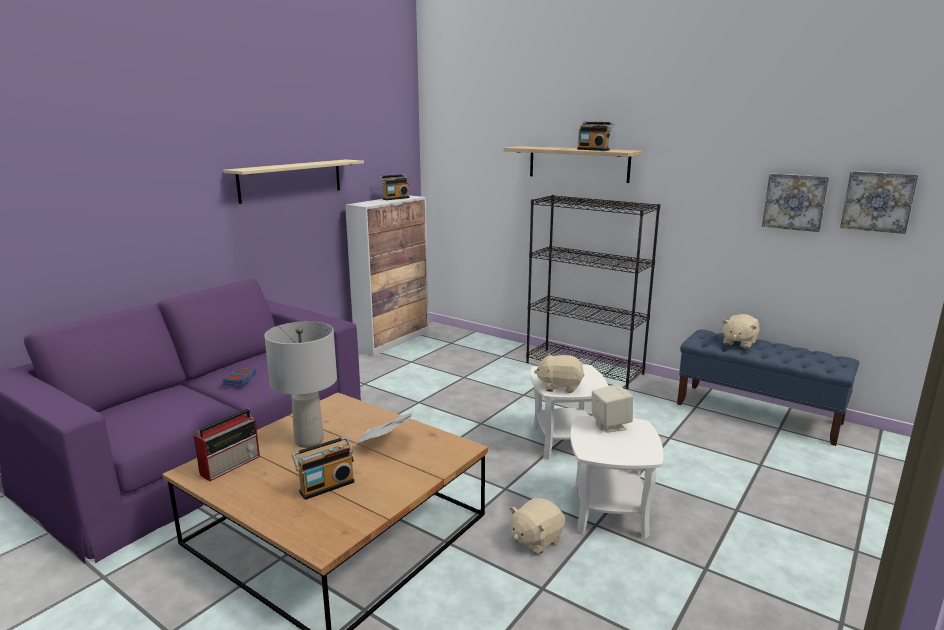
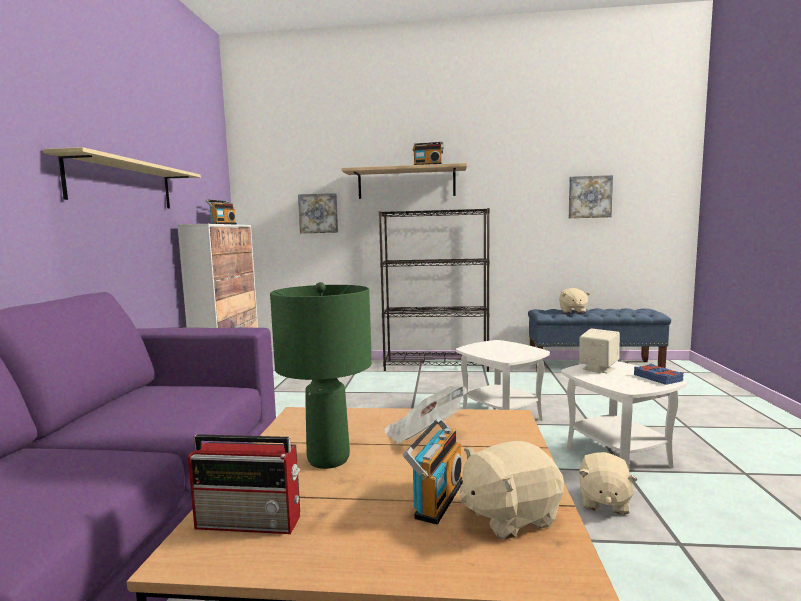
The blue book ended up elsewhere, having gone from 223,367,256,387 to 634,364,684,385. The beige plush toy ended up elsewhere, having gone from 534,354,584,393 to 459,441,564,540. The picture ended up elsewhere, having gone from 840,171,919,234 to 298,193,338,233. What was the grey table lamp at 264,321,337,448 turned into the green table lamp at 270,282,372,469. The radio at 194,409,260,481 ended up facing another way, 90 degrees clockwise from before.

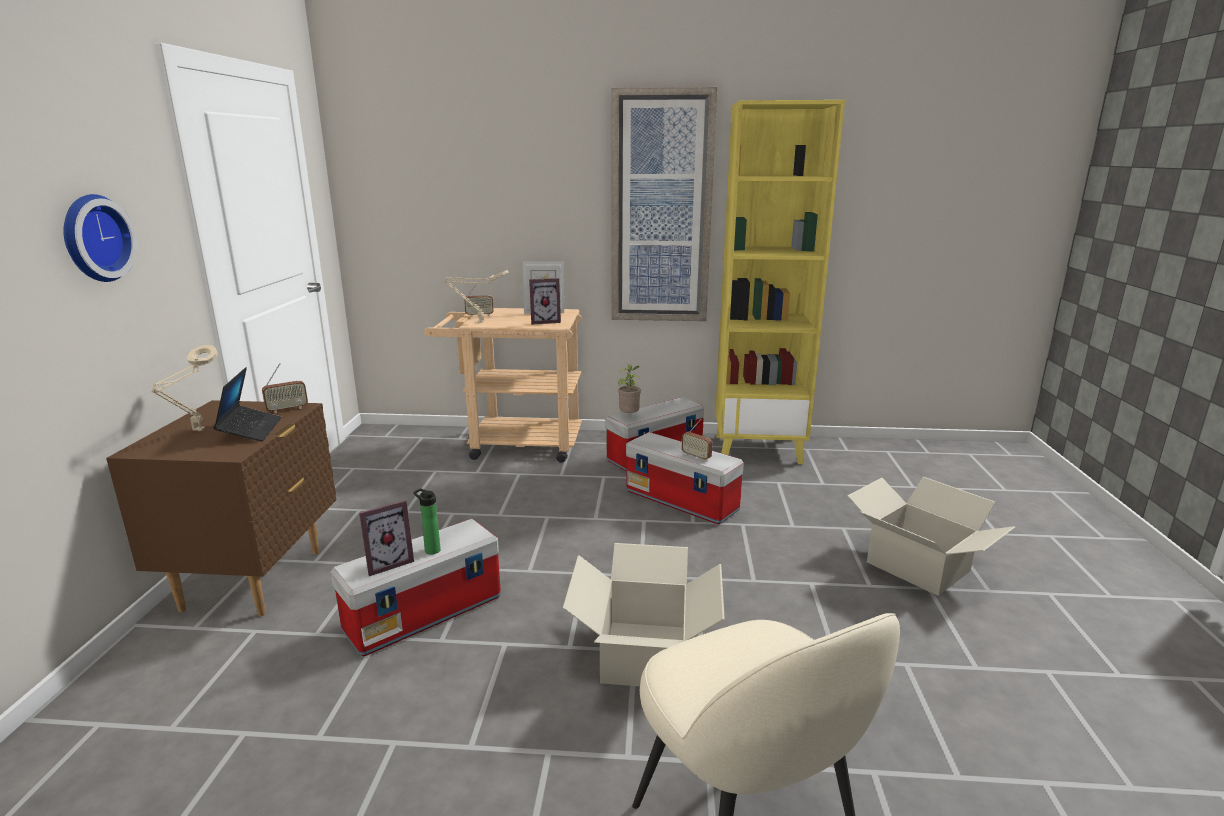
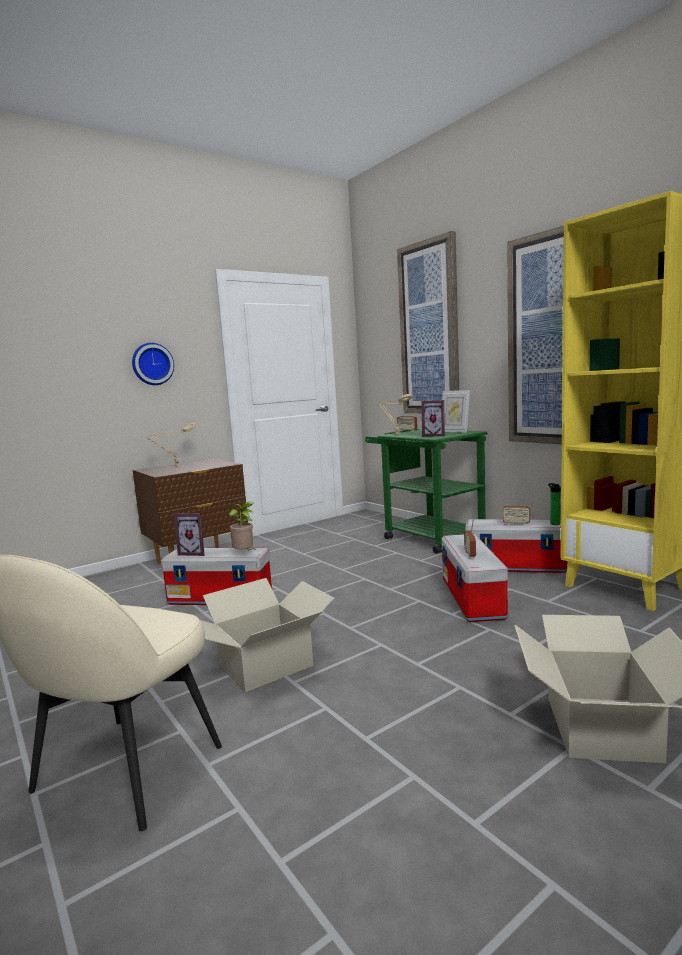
The second view lost the laptop at 213,367,281,441. The second view gained the picture at 397,231,459,413. The radio ended up elsewhere, having gone from 262,363,308,413 to 502,492,530,525. The bottle ended up elsewhere, having gone from 413,488,441,555 to 548,483,561,525. The potted plant ended up elsewhere, having gone from 618,364,641,413 to 229,502,254,550. What was the beige cart at 424,308,582,463 turned into the green cart at 365,429,488,554.

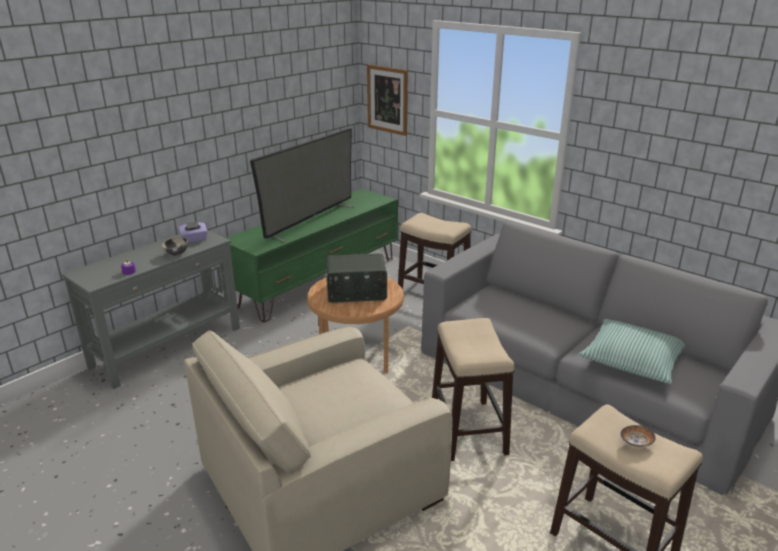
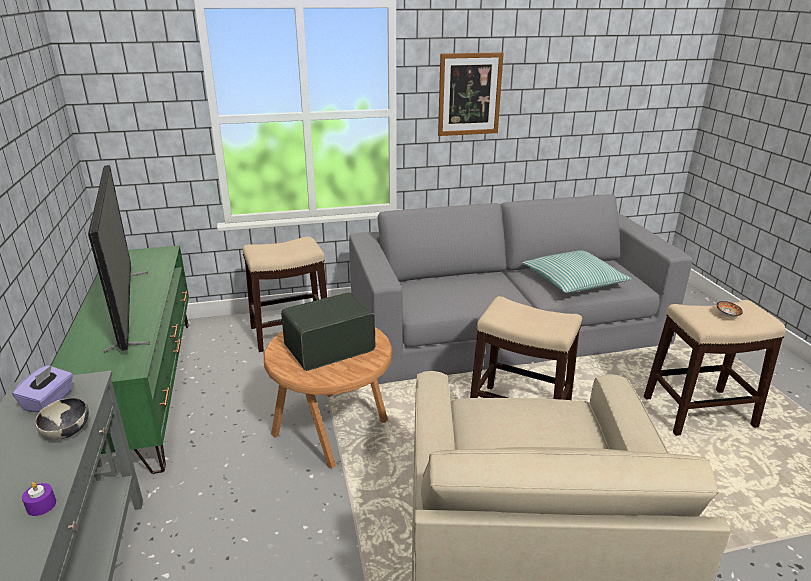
The picture ended up elsewhere, having gone from 367,64,408,136 to 438,52,504,136. The radio at 326,253,387,303 ended up facing another way, 150 degrees counterclockwise from before.

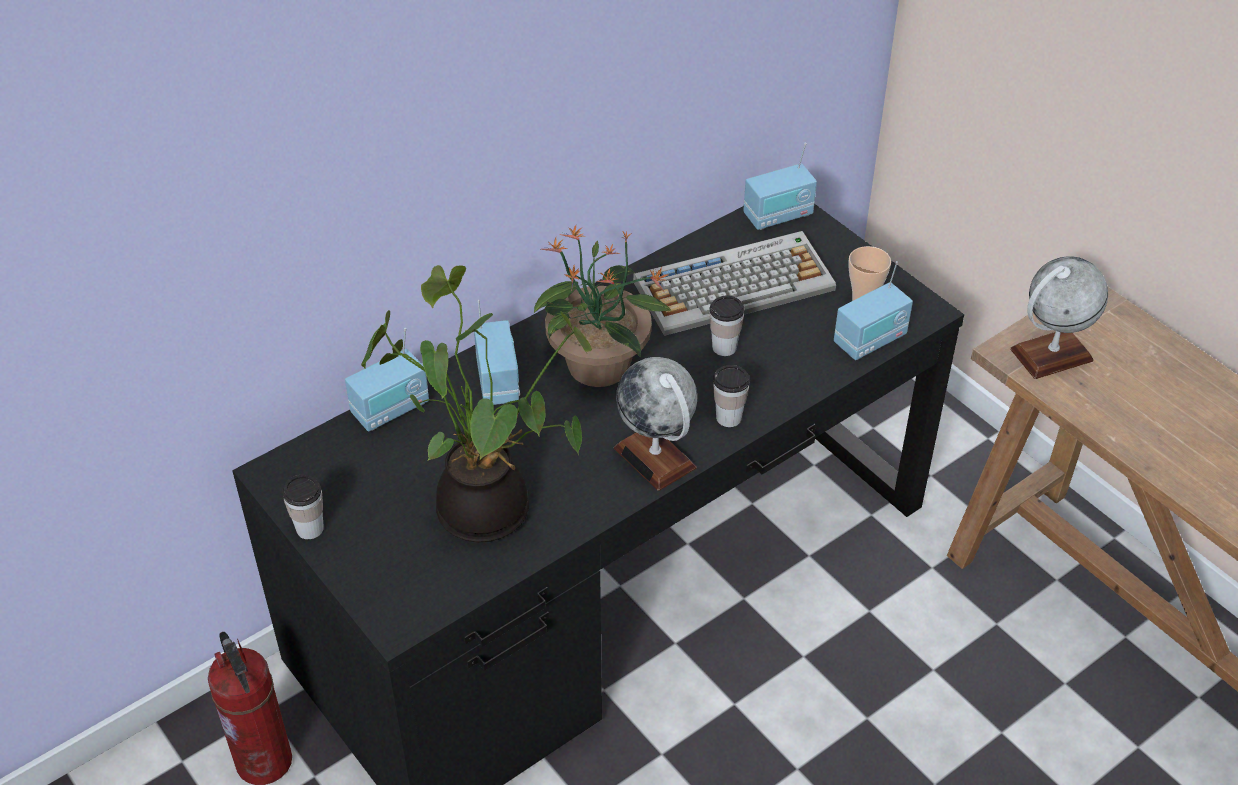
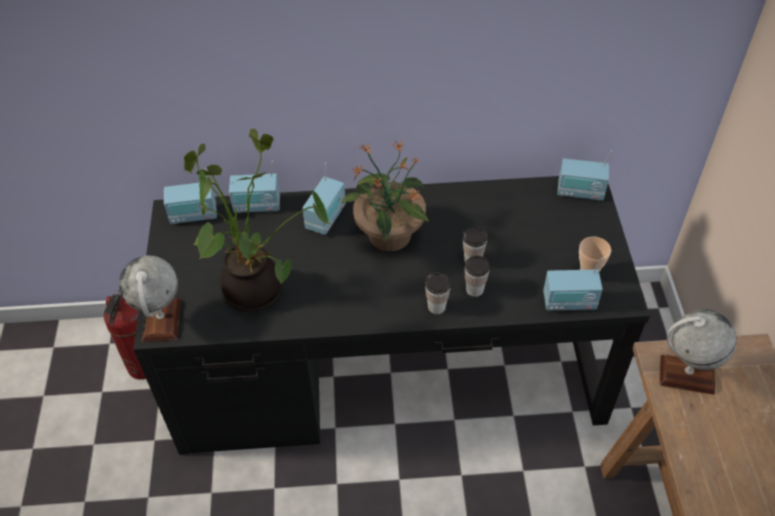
The second view lost the keyboard at 633,231,836,336. The second view gained the radio at 164,168,217,224. The cup ended up elsewhere, having gone from 282,475,324,539 to 464,255,490,297. The globe ended up elsewhere, having gone from 614,357,697,491 to 119,256,181,342.

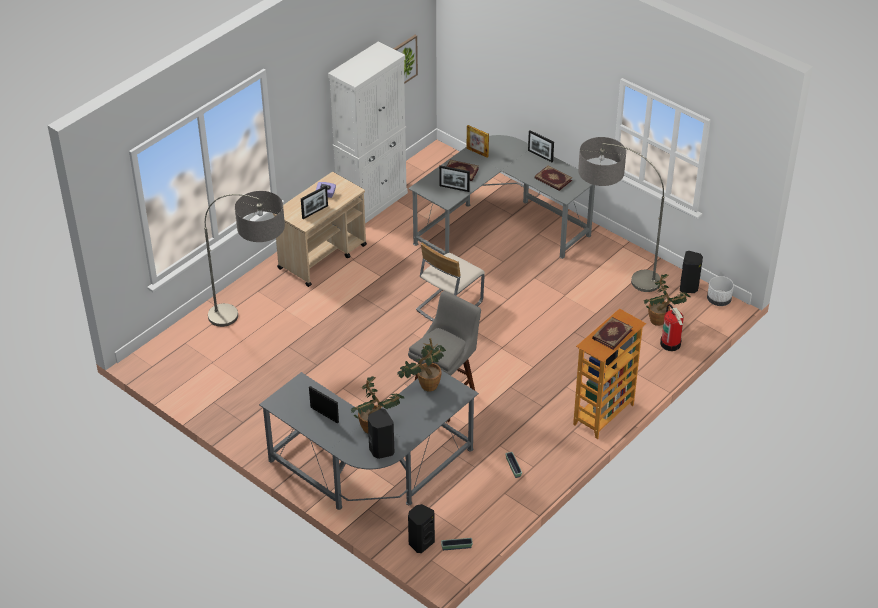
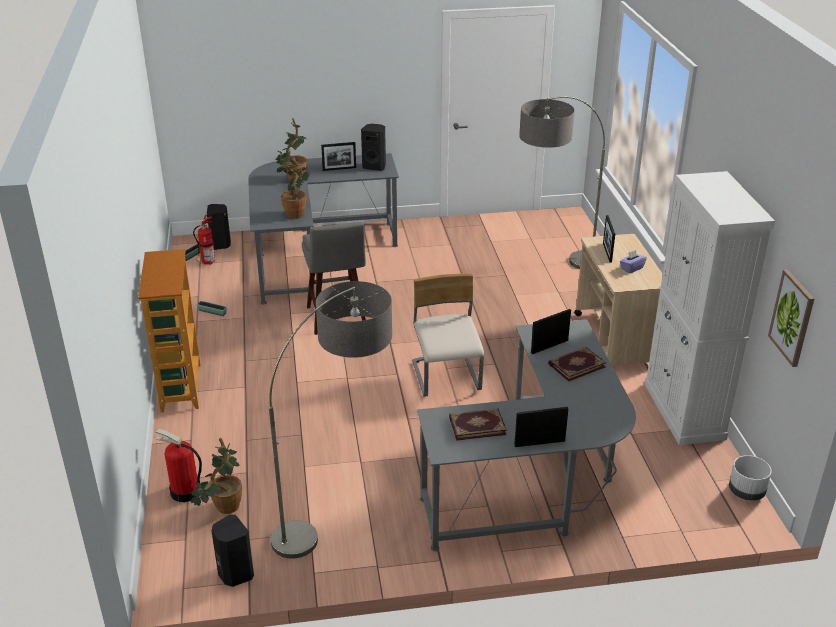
The second view lost the picture frame at 467,125,489,158. The second view lost the book at 592,317,633,350. The second view gained the fire extinguisher at 193,215,215,265. The black speaker ended up elsewhere, having gone from 368,408,394,459 to 361,124,386,171. The white planter ended up elsewhere, having gone from 707,276,734,306 to 729,455,772,501.

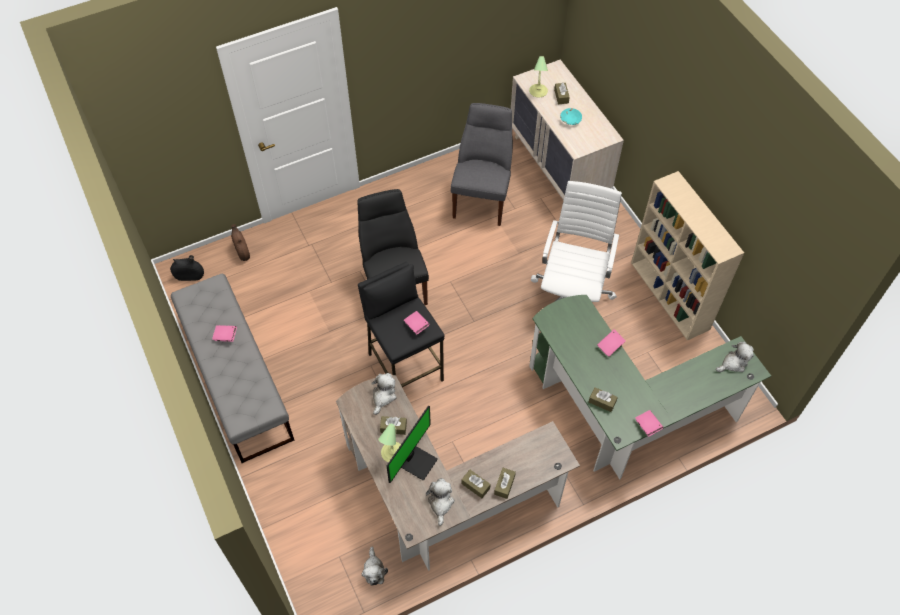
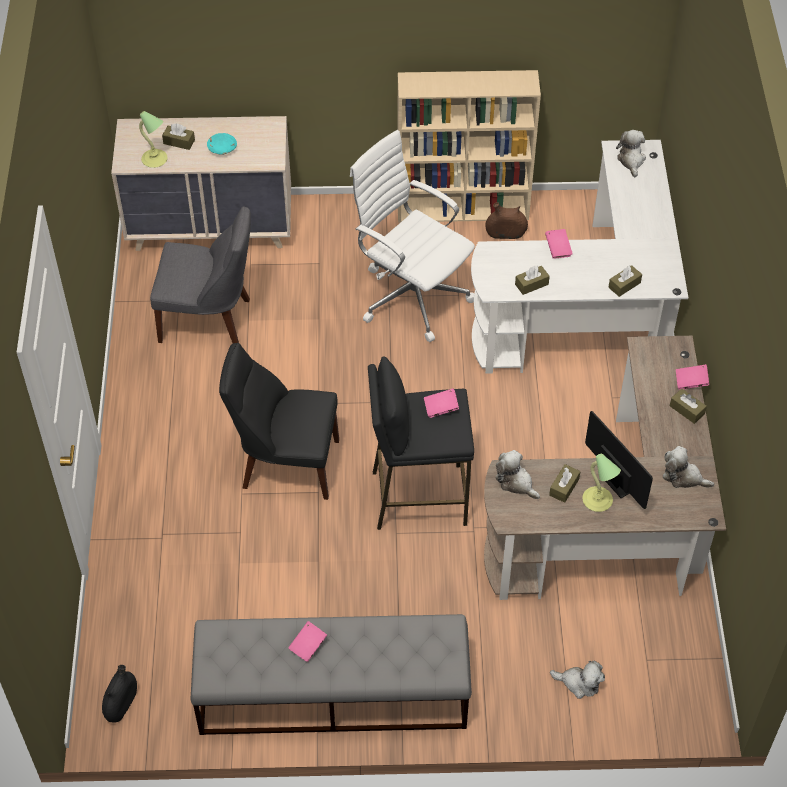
The brown vase ended up elsewhere, having gone from 231,224,250,261 to 486,202,528,239. The plush toy ended up elsewhere, having gone from 362,546,388,586 to 550,661,605,699. The brown tissue box ended up elsewhere, having gone from 461,470,491,498 to 515,265,550,295. The pink book ended up elsewhere, having gone from 635,410,663,436 to 676,364,709,390. What was the green desk at 529,295,771,479 turned into the white desk at 471,140,688,374. The grey chair at 451,103,513,226 ended up facing another way, 150 degrees clockwise from before.

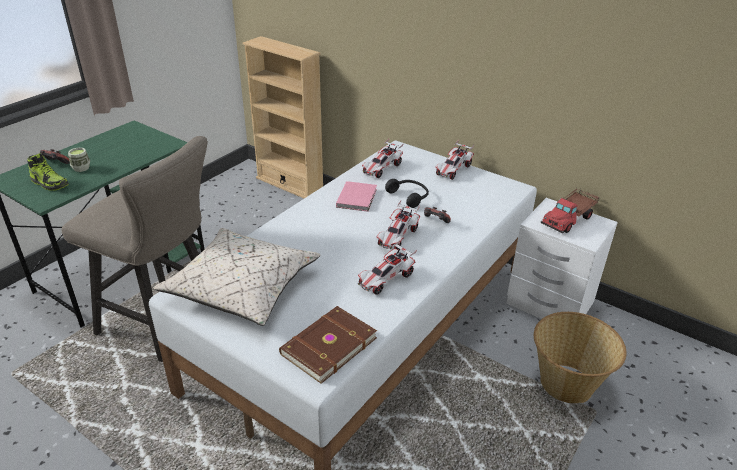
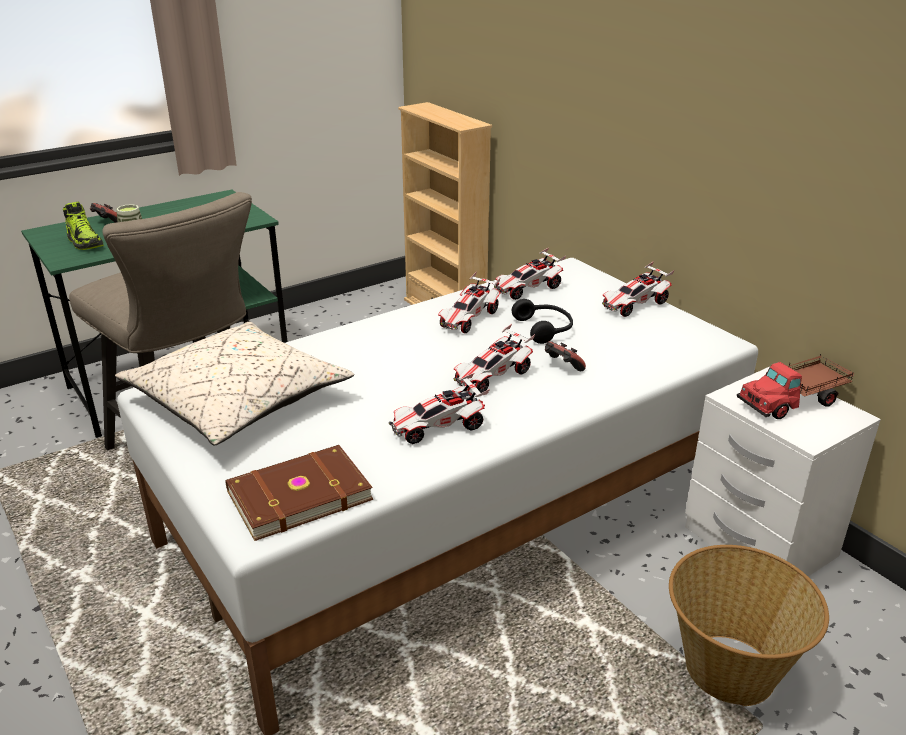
Where the pink book stood at 336,181,377,212, the toy car came to stand at 438,272,501,333.

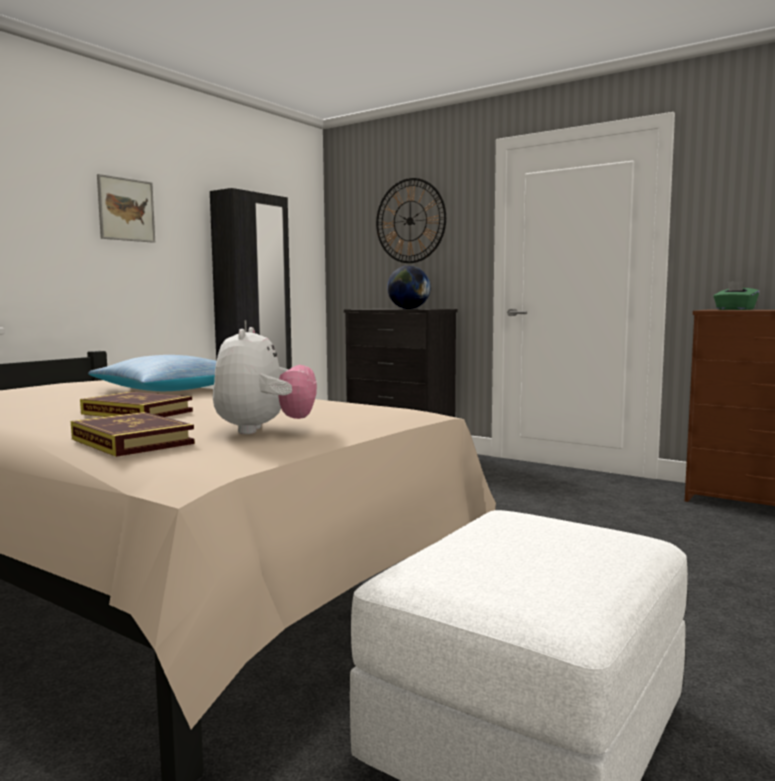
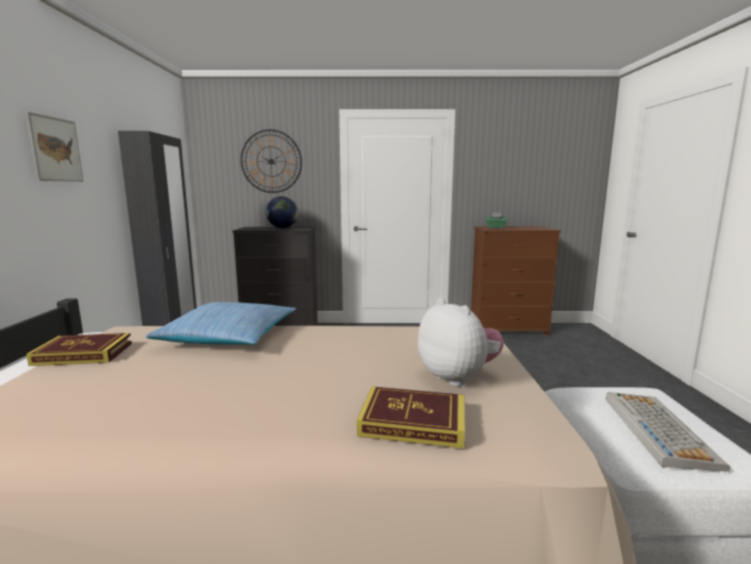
The second view gained the keyboard at 605,392,730,472. The book ended up elsewhere, having gone from 80,392,193,417 to 26,333,132,366.

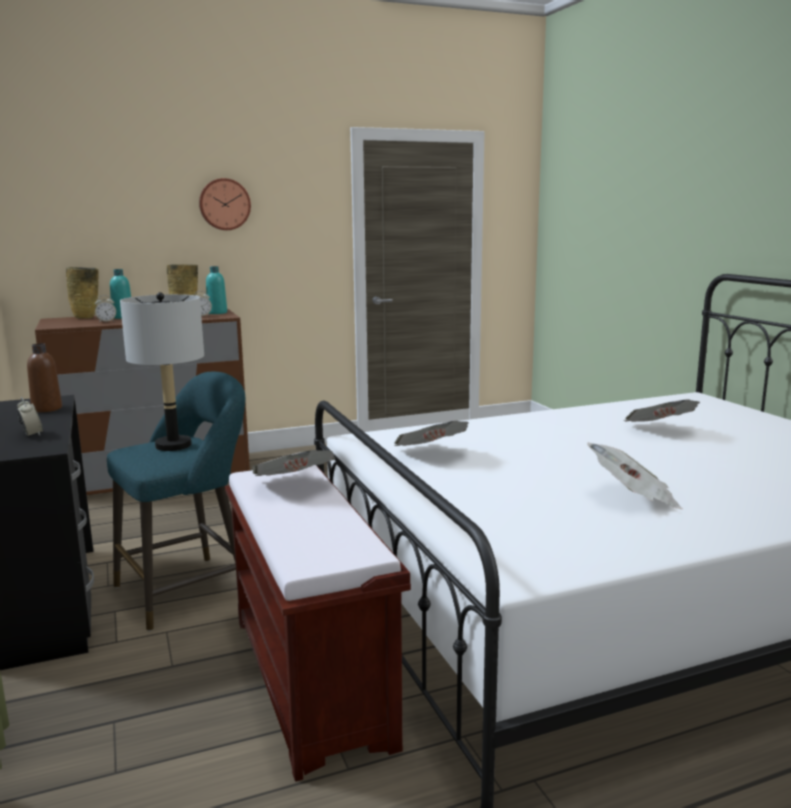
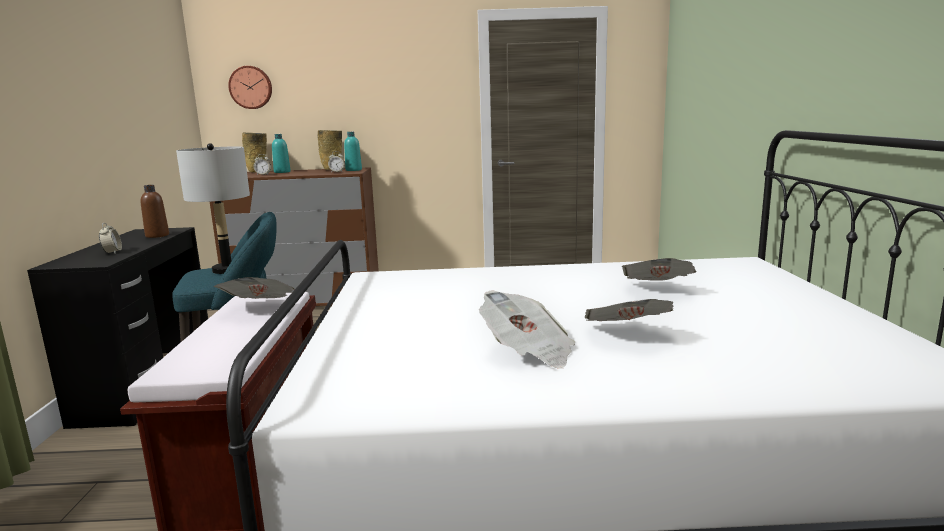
The wall clock ended up elsewhere, having gone from 199,178,251,230 to 228,66,272,109. The newspaper ended up elsewhere, having gone from 394,421,469,446 to 585,299,674,321.

